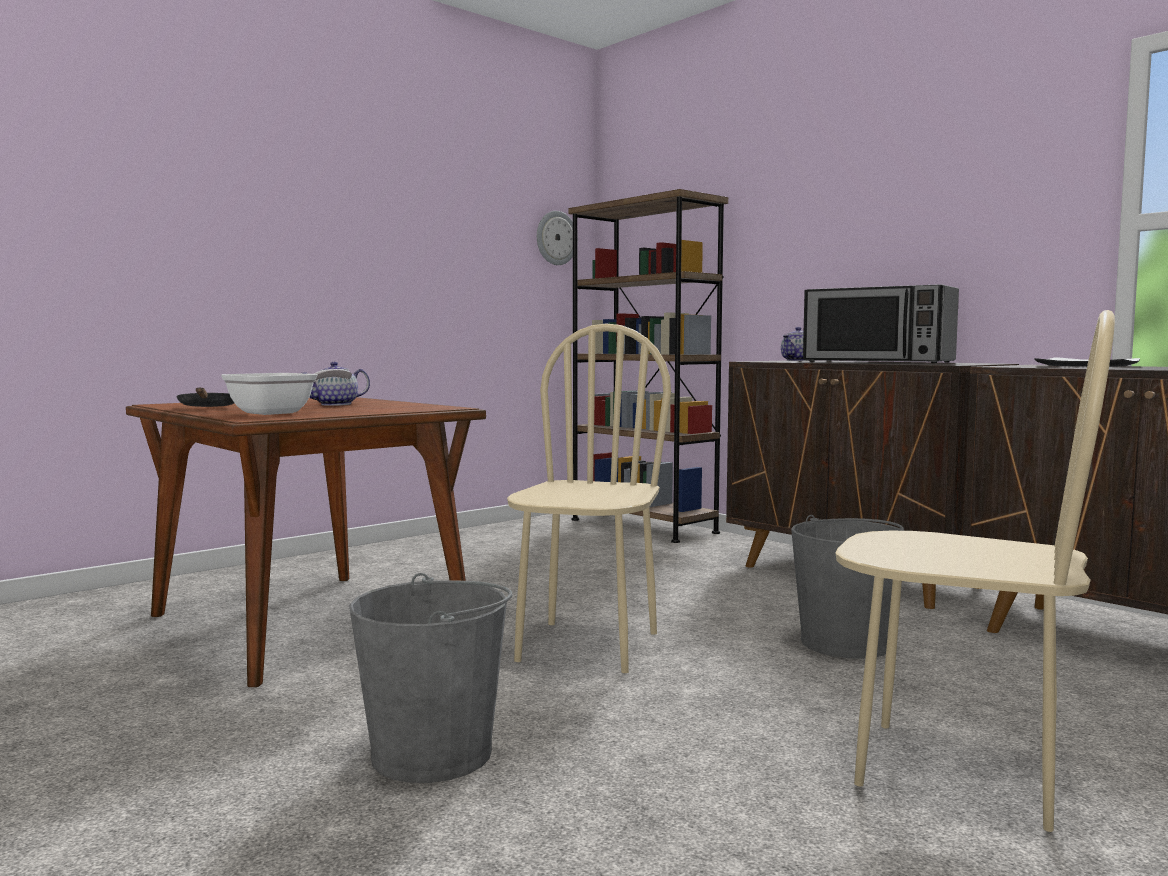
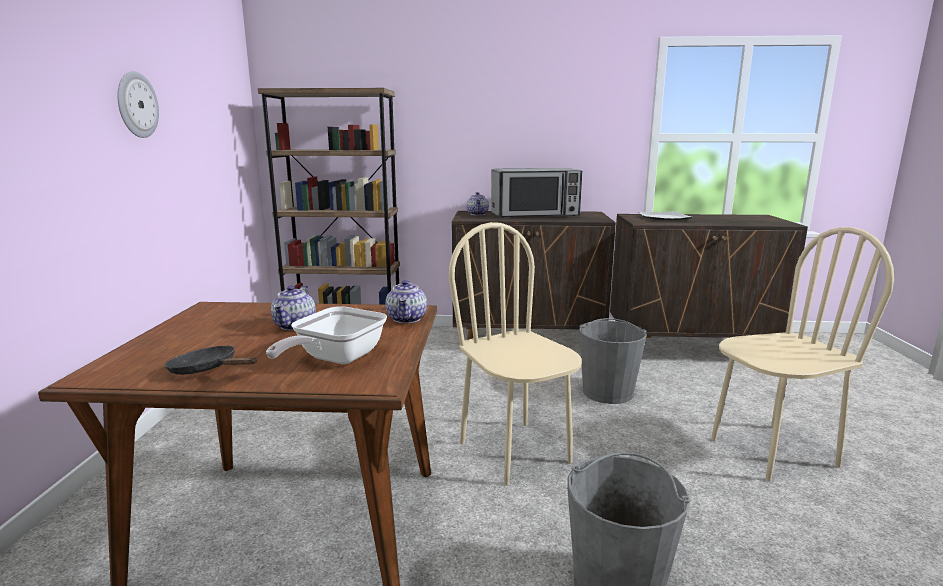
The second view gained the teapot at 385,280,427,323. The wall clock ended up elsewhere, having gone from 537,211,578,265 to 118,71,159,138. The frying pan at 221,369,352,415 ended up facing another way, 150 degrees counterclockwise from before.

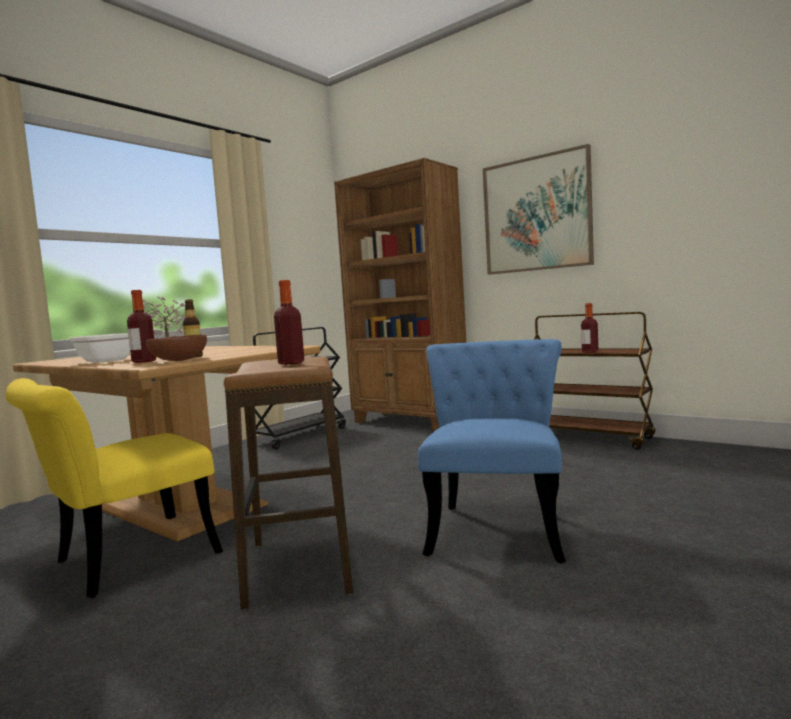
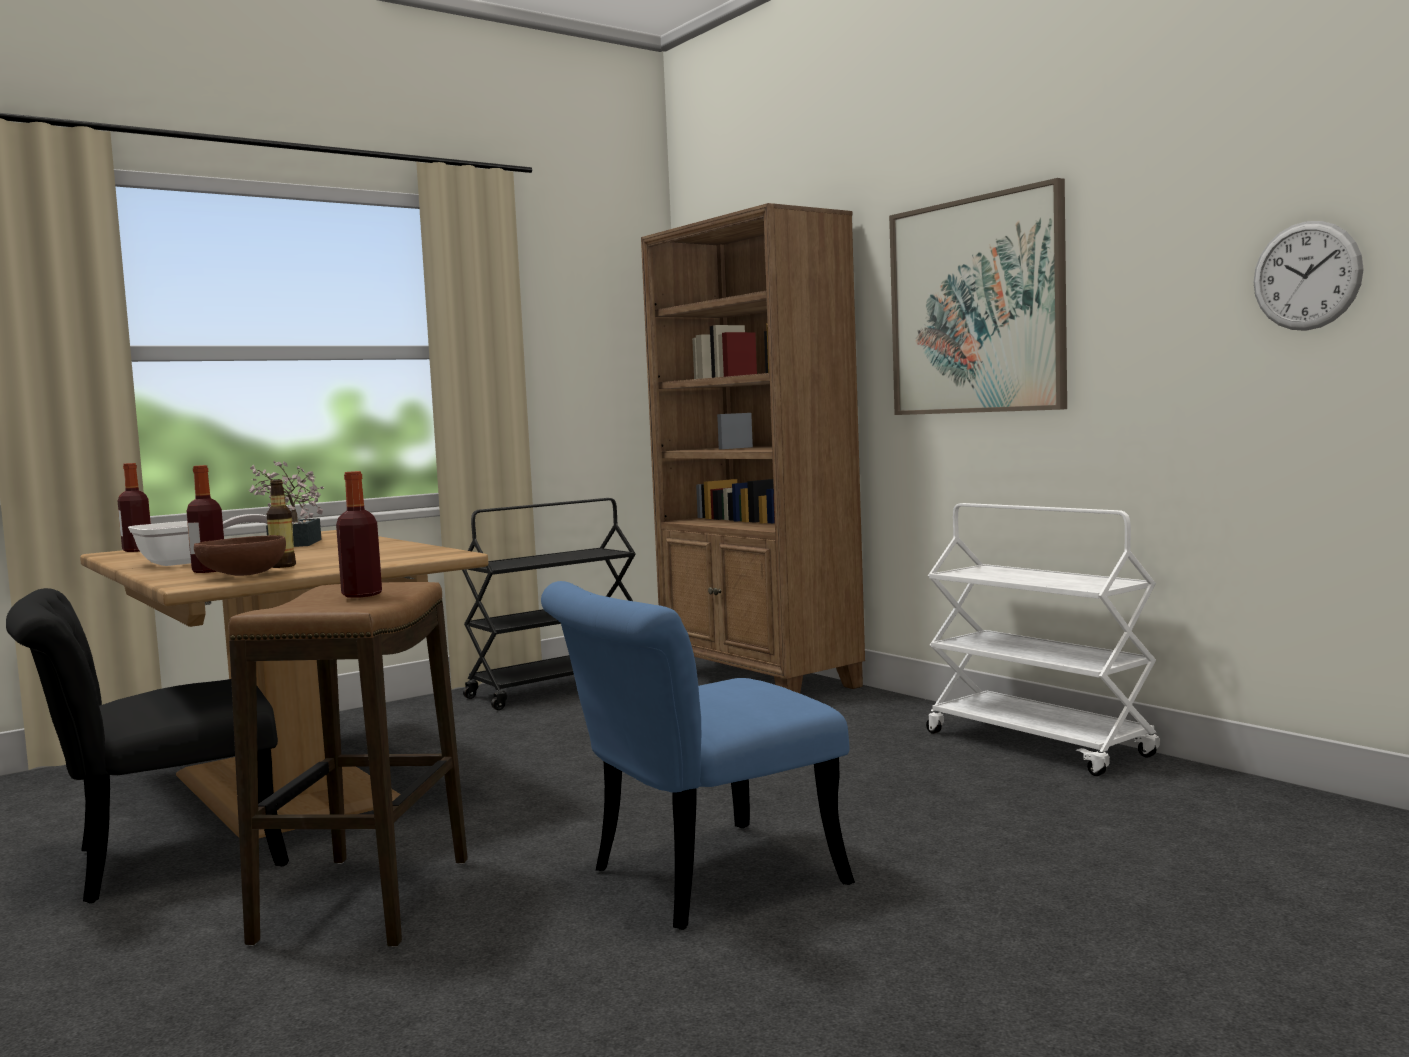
The second view gained the wall clock at 1253,221,1364,331. The bottle ended up elsewhere, having gone from 581,303,598,353 to 118,463,151,552. What was the yellow chair at 6,378,223,598 turned into the black chair at 6,588,289,903. What was the brown cart at 534,312,655,450 turned into the white cart at 926,503,1160,776. The blue chair at 418,339,566,563 ended up facing another way, 150 degrees counterclockwise from before.

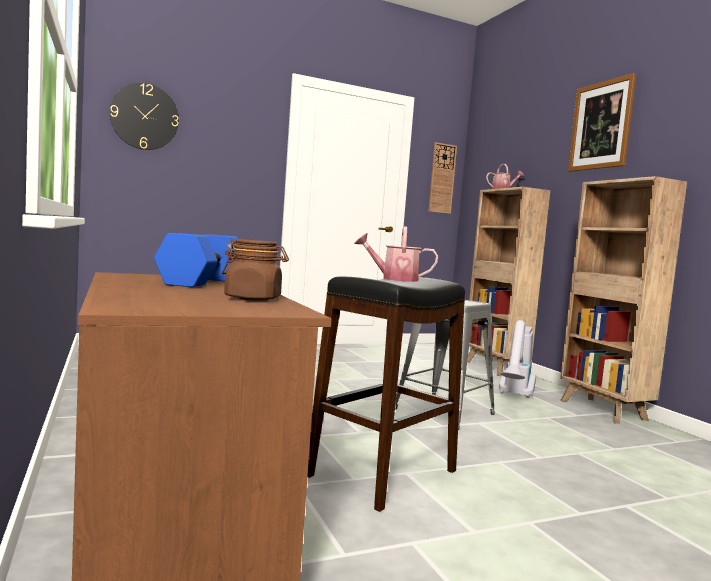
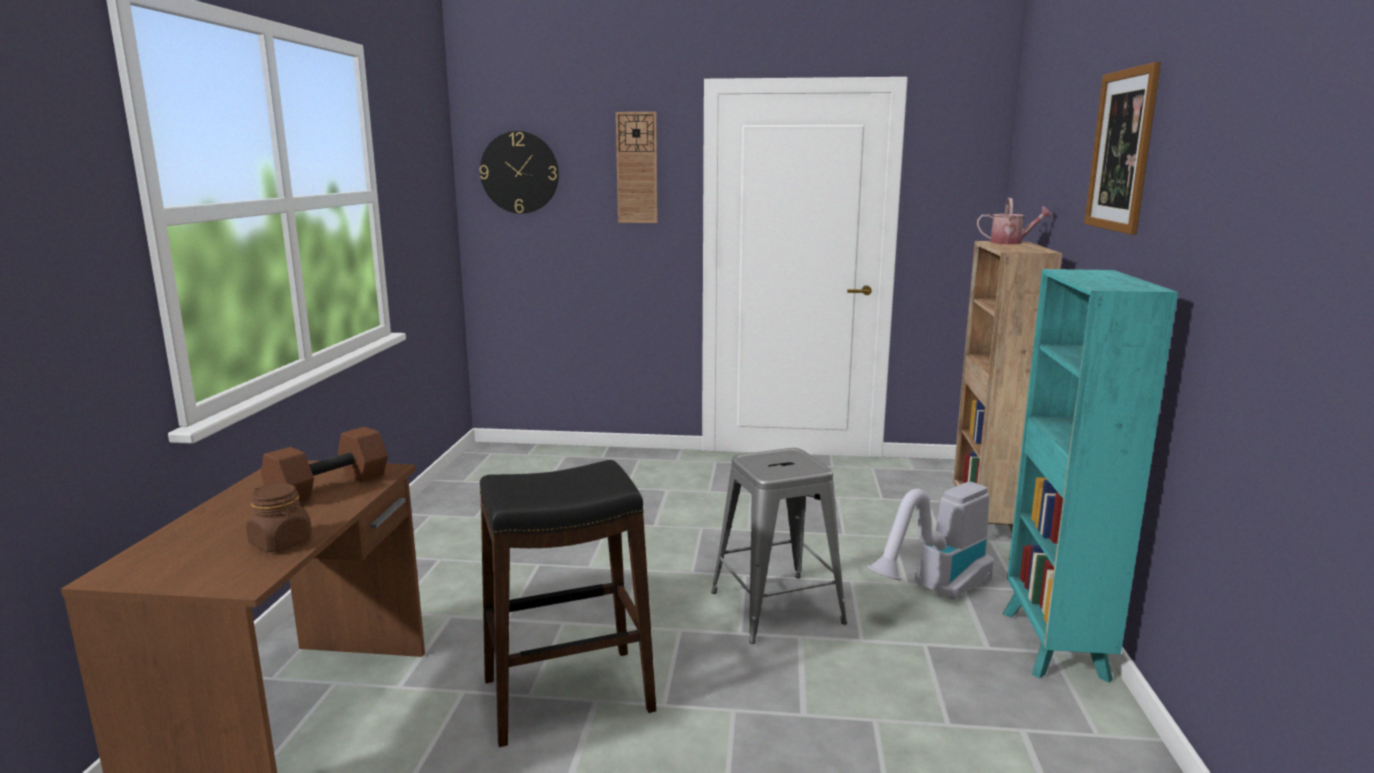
The second view lost the watering can at 354,226,438,282. The wall clock ended up elsewhere, having gone from 428,142,457,214 to 616,112,658,223. What was the blue dumbbell at 154,233,238,287 turned into the brown dumbbell at 261,427,388,502. What was the brown bookcase at 560,176,687,424 turned into the turquoise bookcase at 1002,269,1178,683.

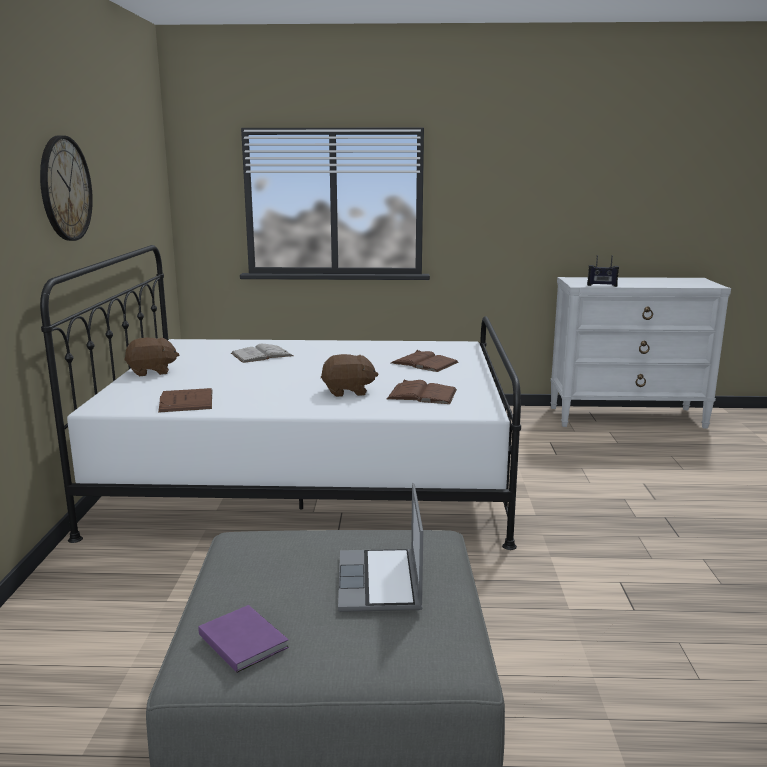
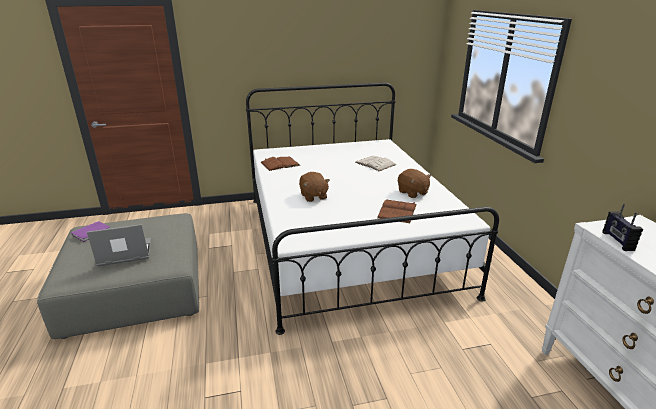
The second view lost the wall clock at 40,135,93,241. The second view lost the brown book at 387,379,457,404. The brown plush toy ended up elsewhere, having gone from 124,338,180,376 to 398,169,431,198.

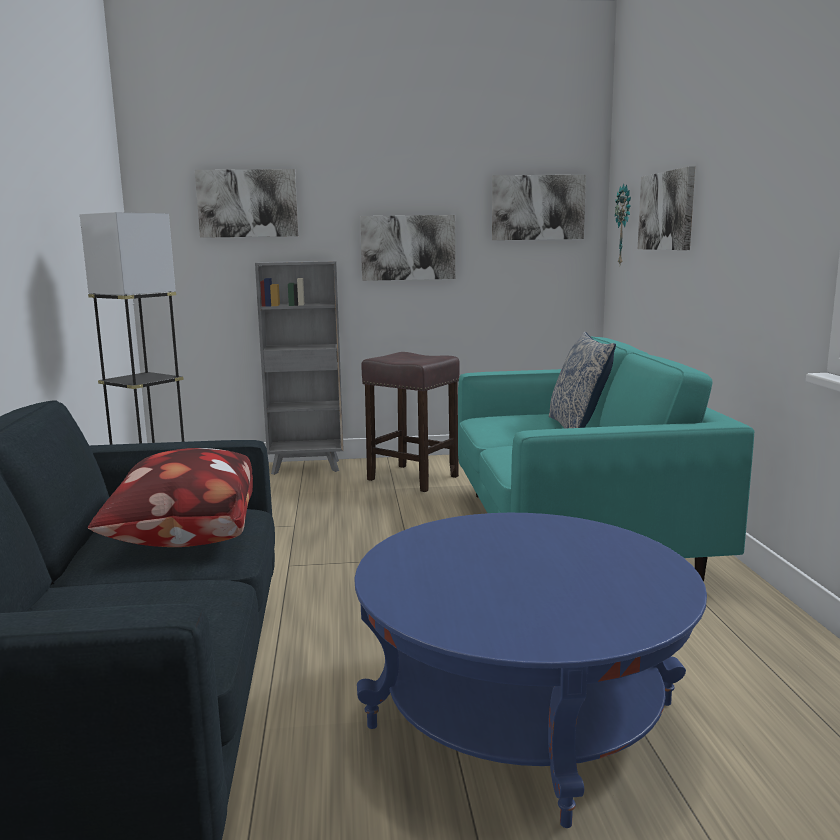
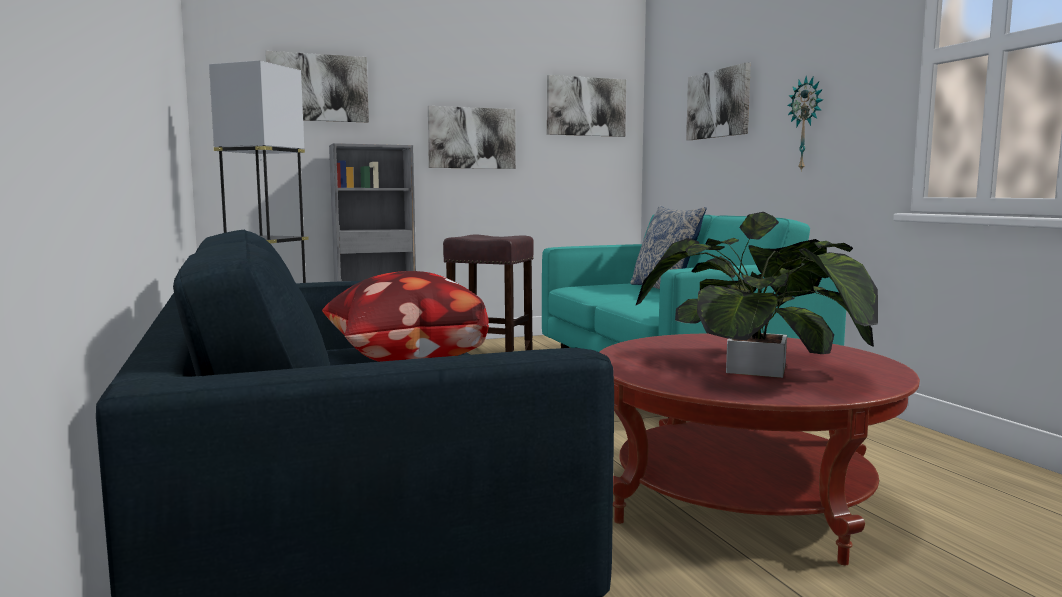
The second view gained the potted plant at 636,212,878,378. The wall clock ended up elsewhere, having gone from 615,184,631,264 to 787,75,823,171. What was the blue coffee table at 354,513,707,828 turned into the red coffee table at 599,334,920,565.

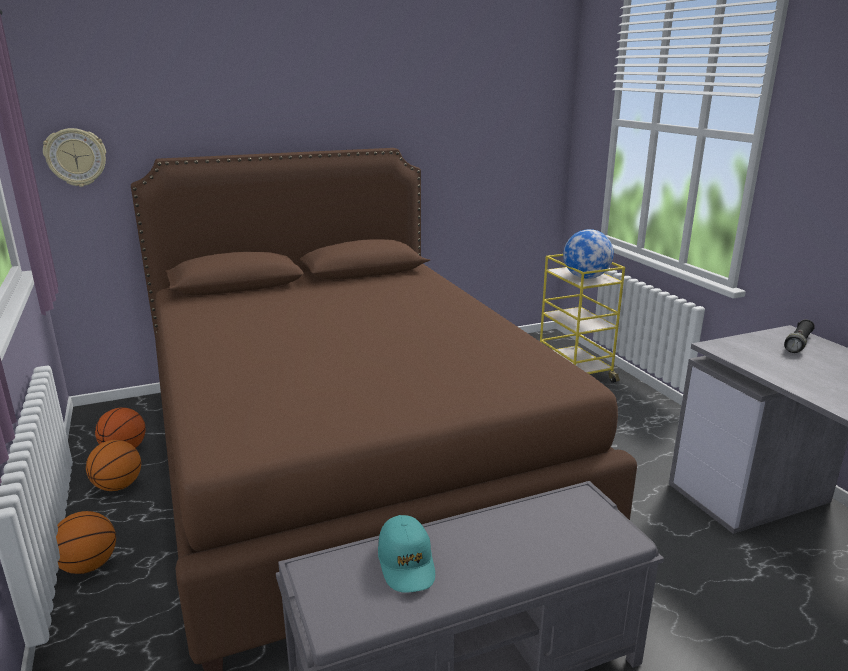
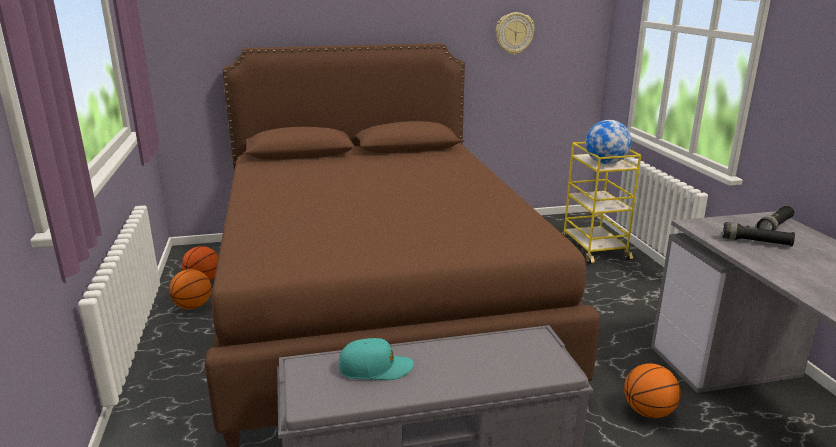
The second view gained the black flashlight at 722,222,795,247. The wall clock ended up elsewhere, having gone from 43,128,106,187 to 496,12,535,55. The basketball ended up elsewhere, having gone from 56,511,116,574 to 624,364,681,418. The turquoise cap at 378,515,435,593 ended up facing another way, 90 degrees counterclockwise from before.

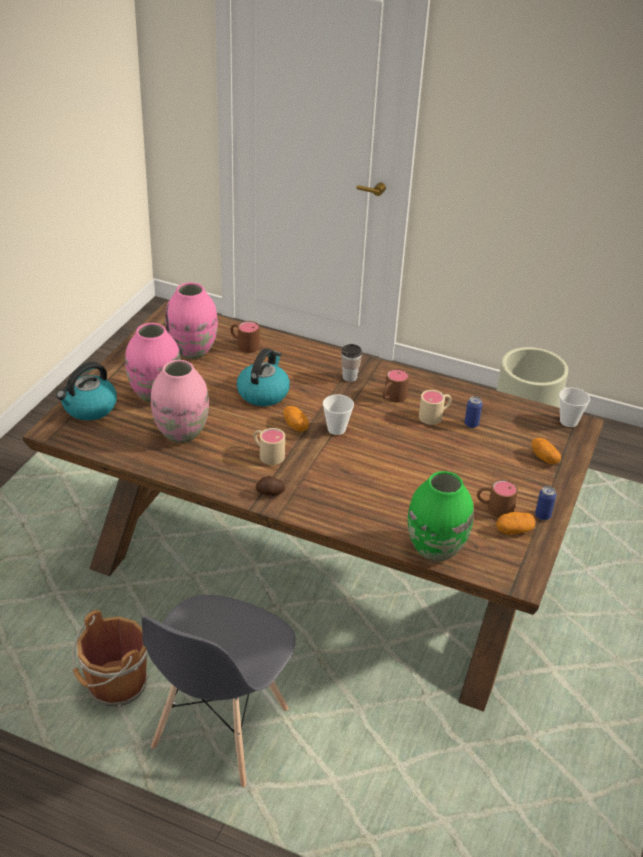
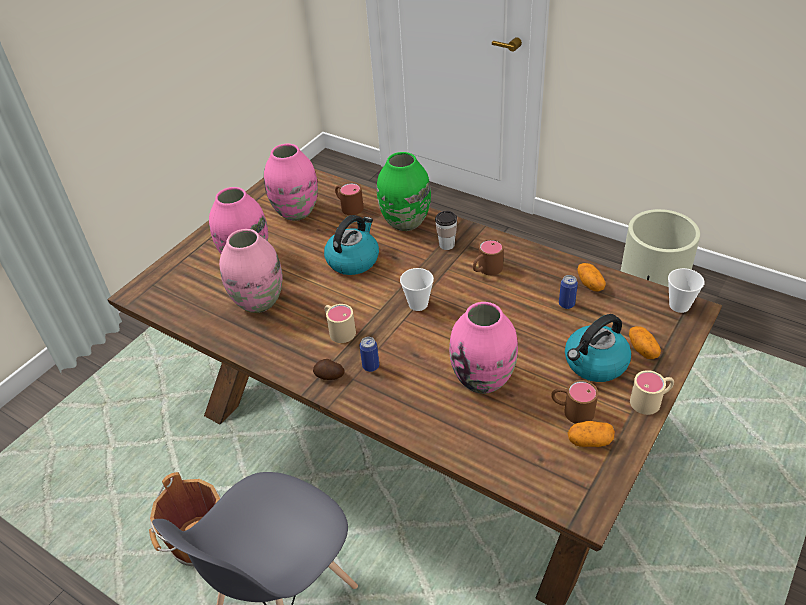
The second view gained the pink vase at 449,302,518,394. The kettle ended up elsewhere, having gone from 56,362,117,421 to 565,314,631,382. The potato ended up elsewhere, having gone from 283,406,309,432 to 577,263,606,292. The green vase ended up elsewhere, having gone from 408,471,474,561 to 377,152,431,231. The beige mug ended up elsewhere, having gone from 419,390,452,425 to 630,370,674,415. The can ended up elsewhere, having gone from 535,486,556,520 to 360,337,379,372.

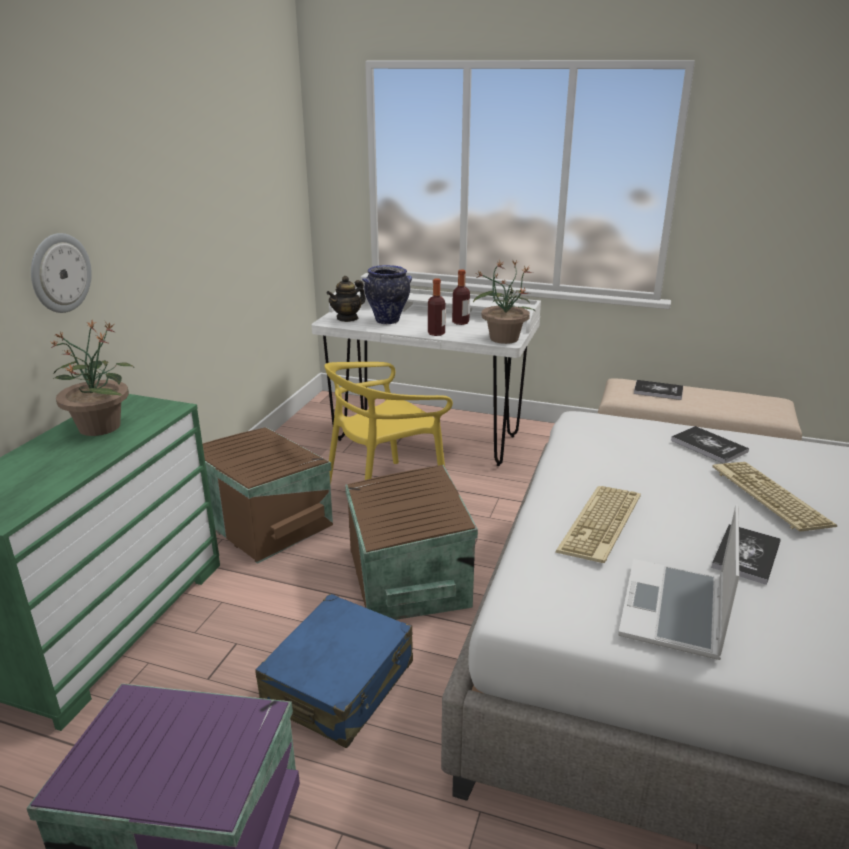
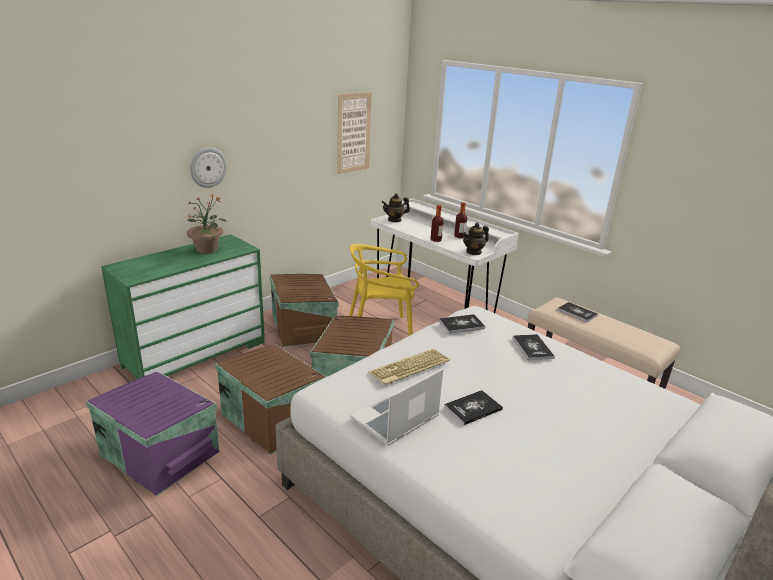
The second view lost the vase at 362,265,412,324. The second view lost the keyboard at 712,462,837,531. The second view gained the picture at 337,92,371,174. The second view gained the book at 439,314,485,334. Where the blue suitcase stood at 255,594,413,748, the brown storage box came to stand at 215,344,326,455. Where the potted plant stood at 473,261,536,344, the teapot came to stand at 463,222,489,255.

